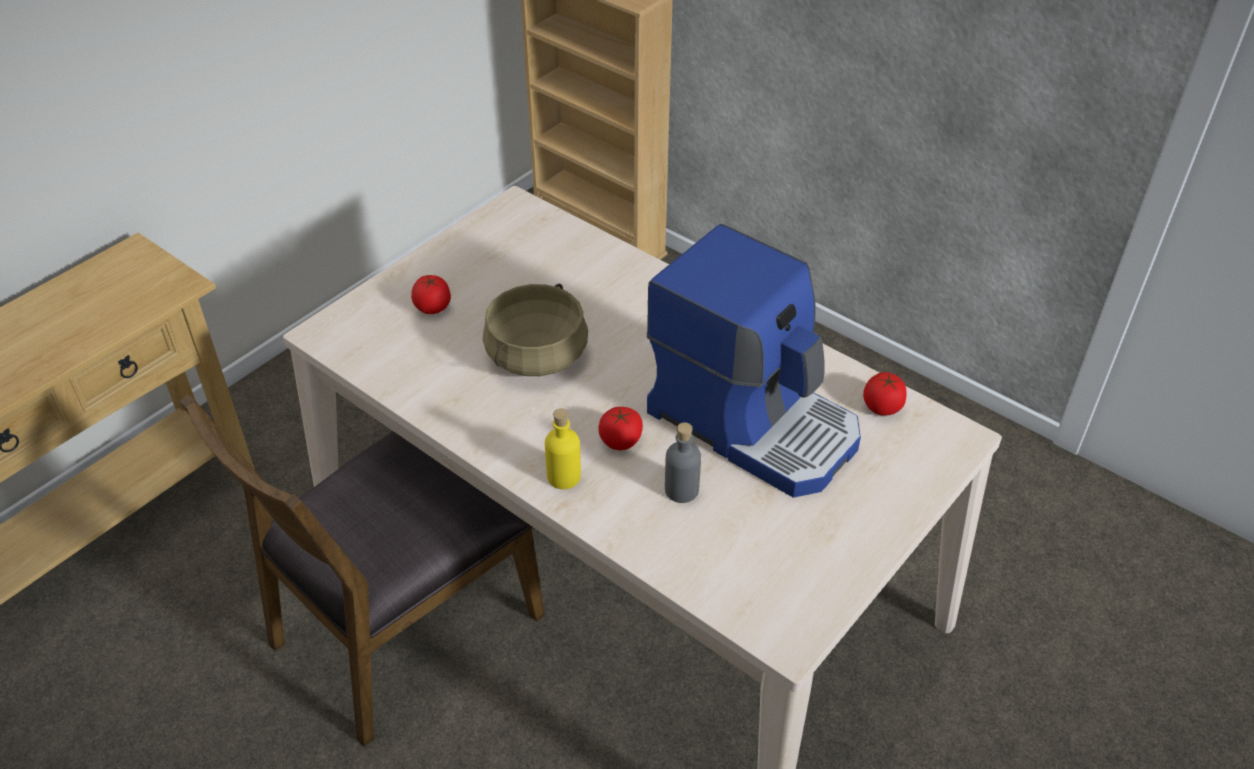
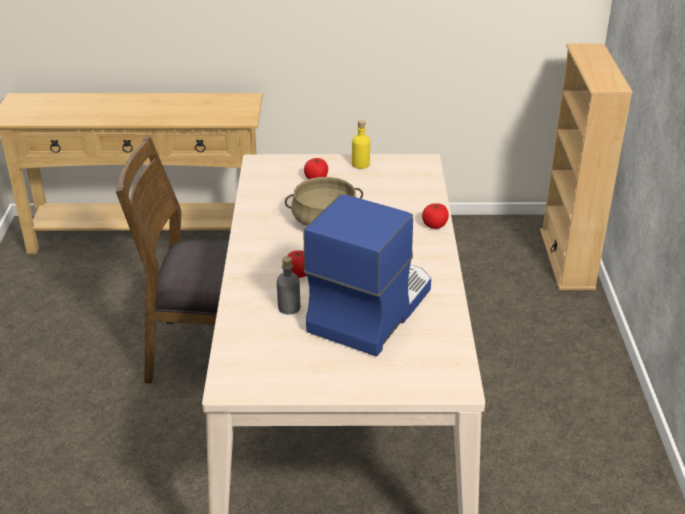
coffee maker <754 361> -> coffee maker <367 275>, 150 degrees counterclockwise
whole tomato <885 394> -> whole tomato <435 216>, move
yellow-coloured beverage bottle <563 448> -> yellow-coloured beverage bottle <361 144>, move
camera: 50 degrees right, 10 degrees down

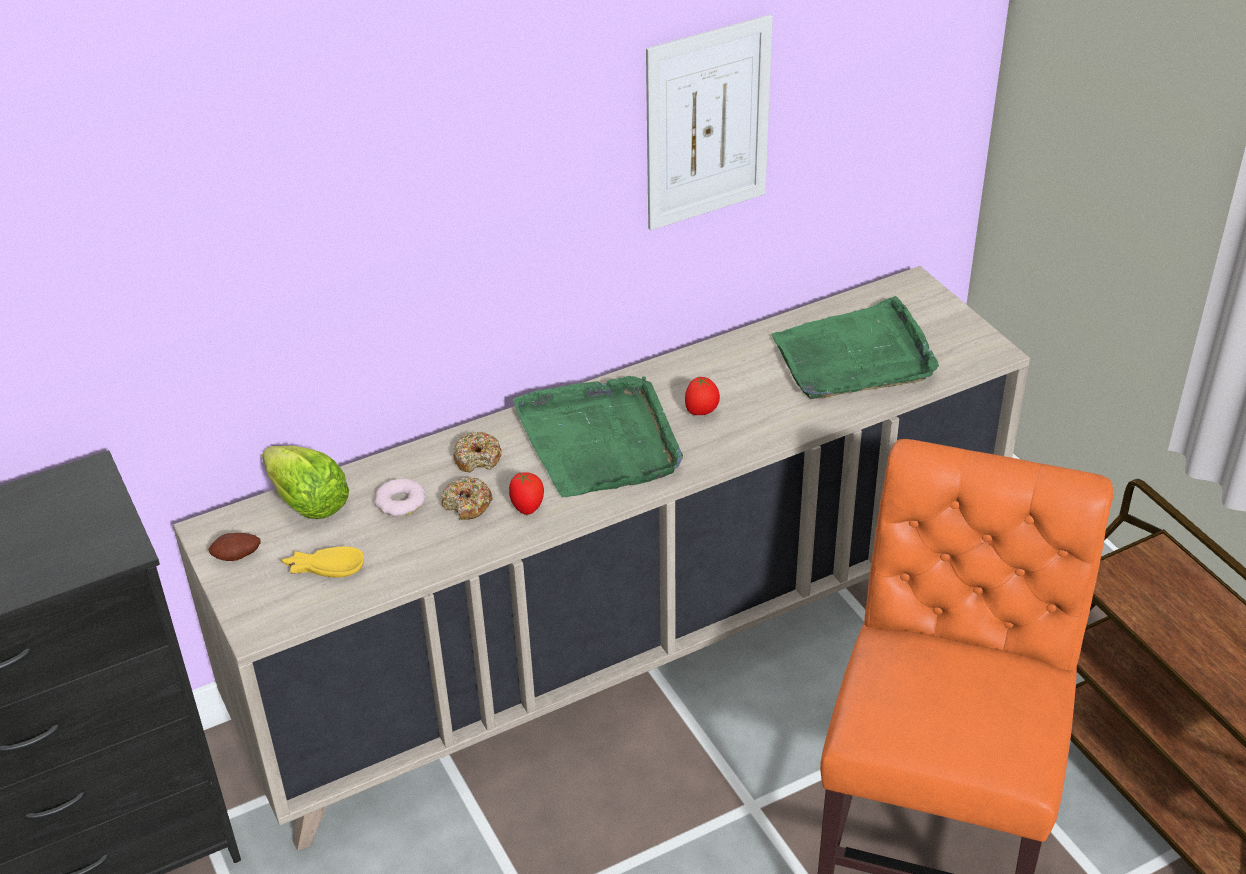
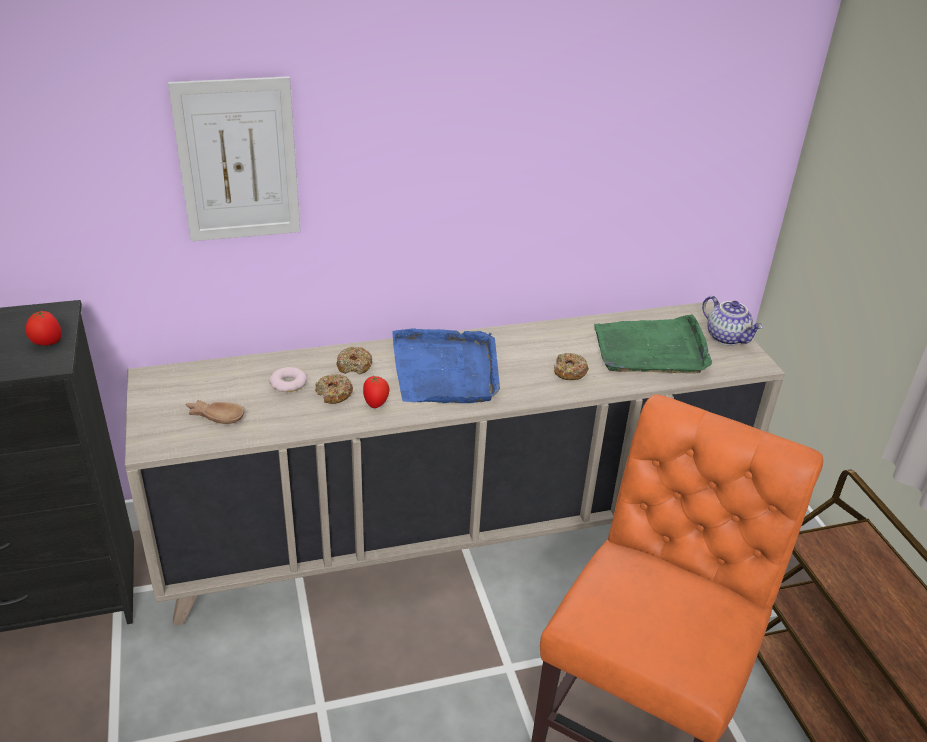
wall picture <709 122> -> wall picture <234 158>, move
green carrying tray <598 436> -> blue carrying tray <446 365>
whole tomato <702 396> -> whole tomato <43 328>, move
lettuce <305 482> -> none
spud <234 547> -> none
yellow-coloured serving bowl <322 562> -> brown-coloured serving bowl <215 412>
none -> tea pot <732 320>
none -> doughnut <571 366>
camera: 10 degrees right, 5 degrees down

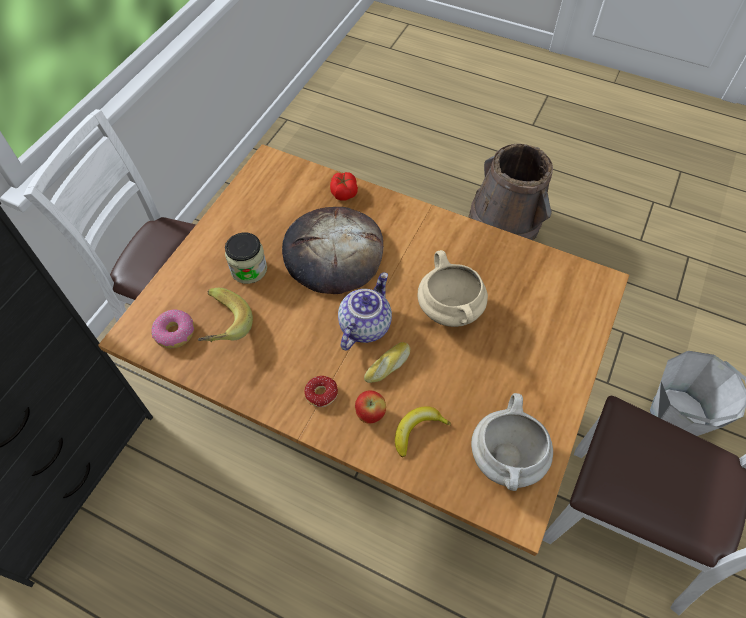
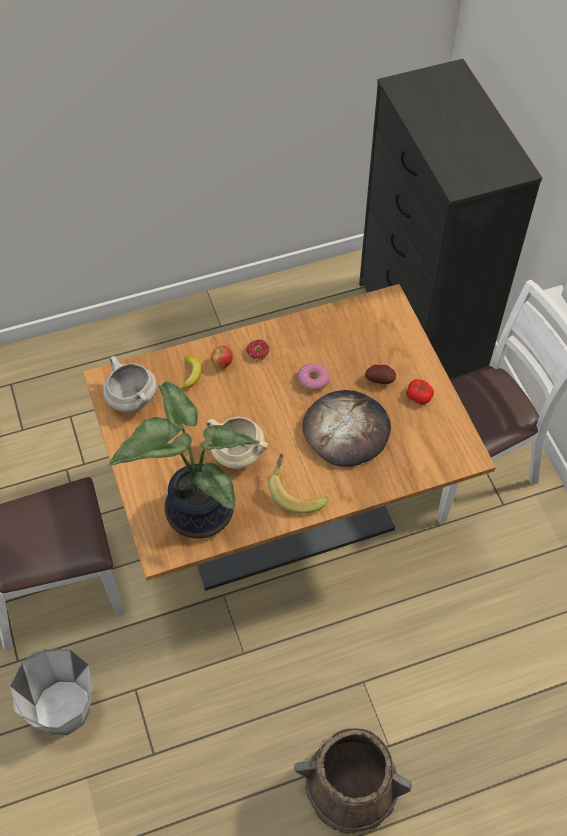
whole tomato <344 186> -> whole tomato <420 391>, move
preserve jar <246 258> -> spud <380 374>
tea pot <365 311> -> none
whole banana <225 315> -> whole banana <298 484>, move
doughnut <172 329> -> doughnut <313 377>, move
baked bread <387 362> -> none
none -> potted plant <184 460>
camera: 135 degrees right, 0 degrees up

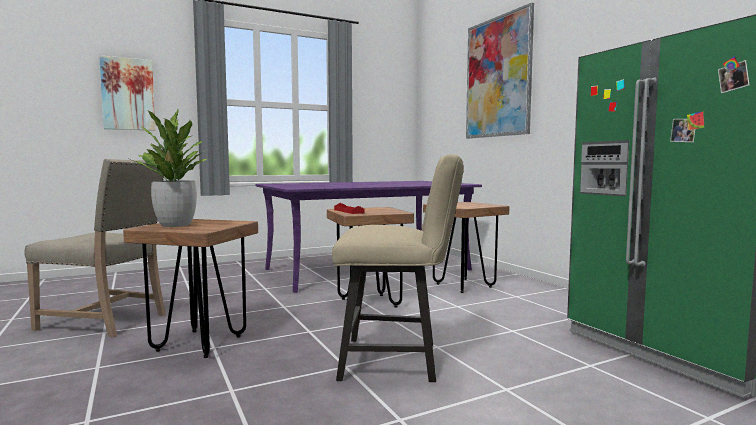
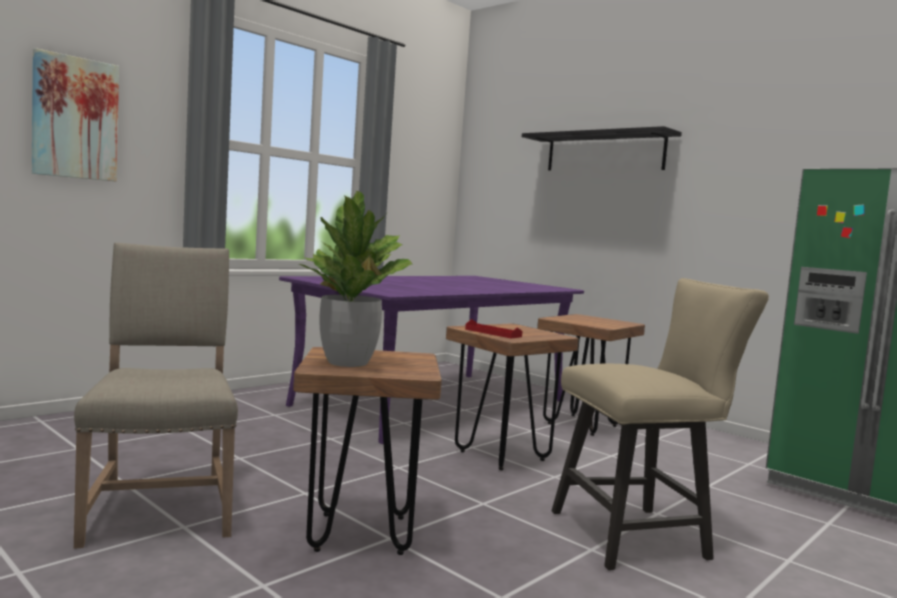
wall picture <500 71> -> black shelf <602 148>
beige plain chair <95 248> -> beige plain chair <156 395>, 105 degrees counterclockwise
camera: 20 degrees left, 0 degrees up

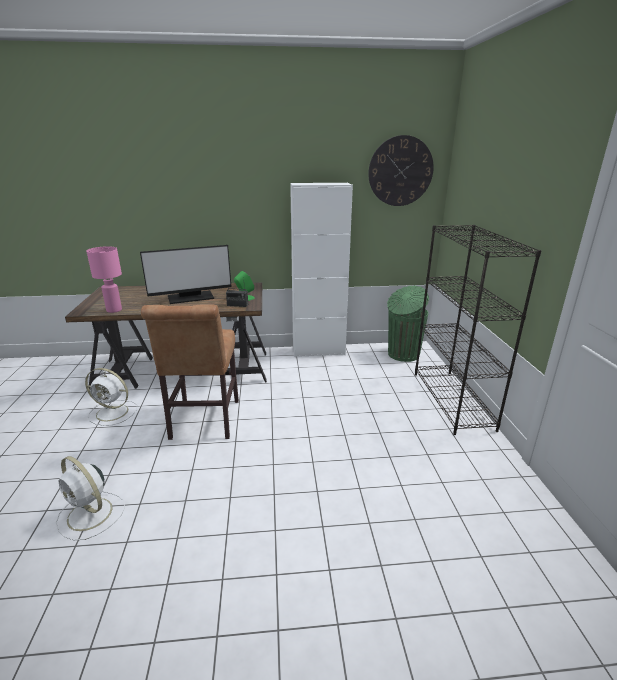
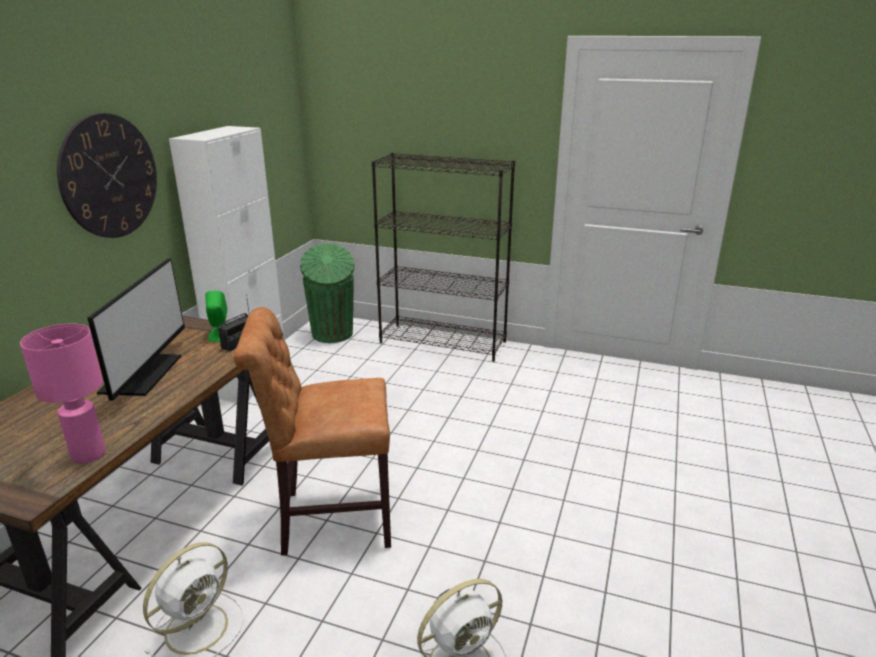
clock on the wall <401 170> -> clock on the wall <107 175>, move
brown-coloured plain chair <190 372> -> brown-coloured plain chair <312 431>, 150 degrees clockwise
camera: 65 degrees left, 0 degrees up

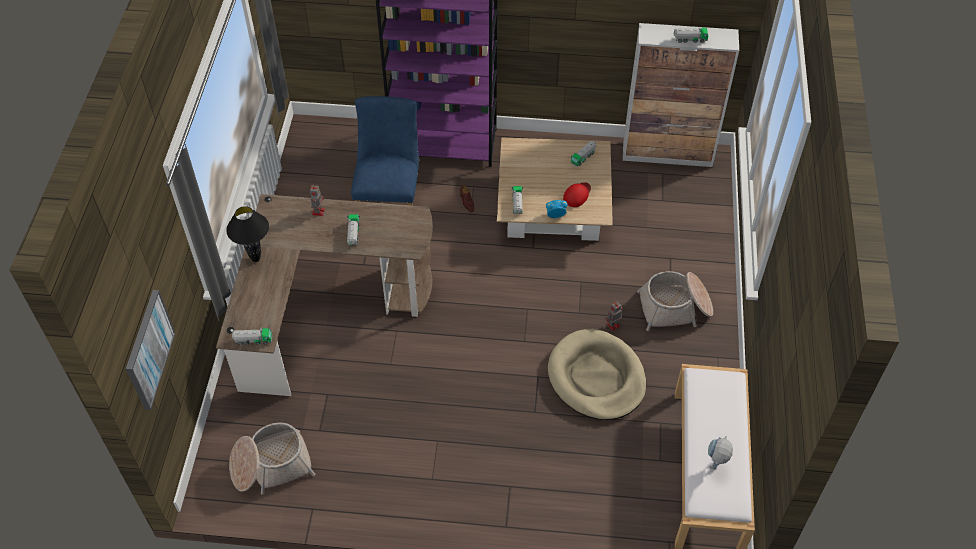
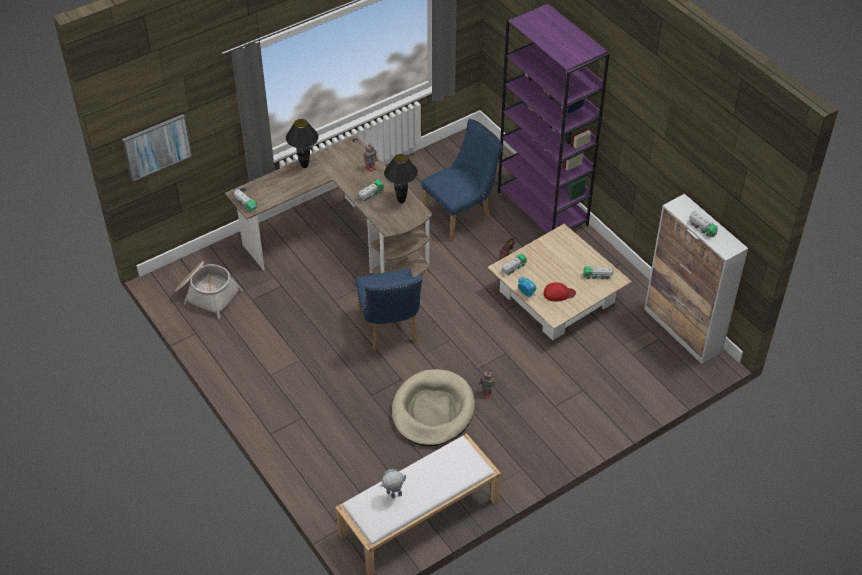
household basket <675 301> -> none
none -> black table lamp <401 178>
none -> blue plain chair <389 310>
camera: 50 degrees right, 5 degrees down

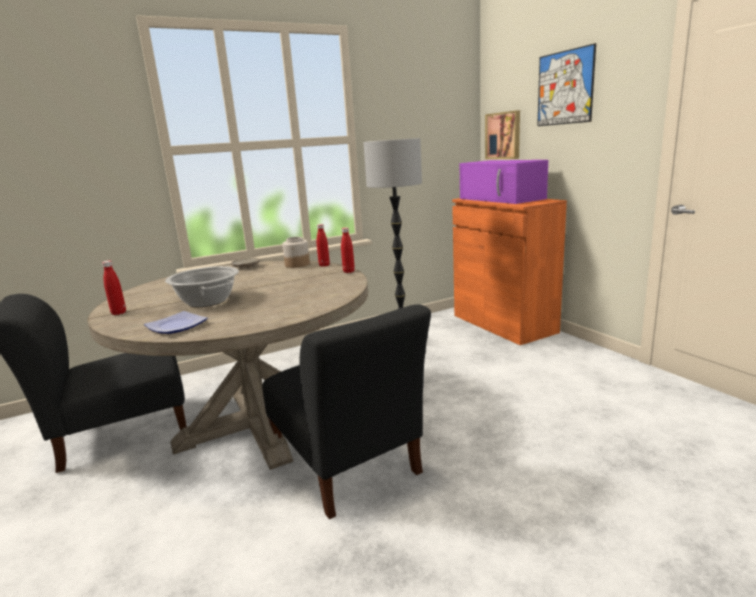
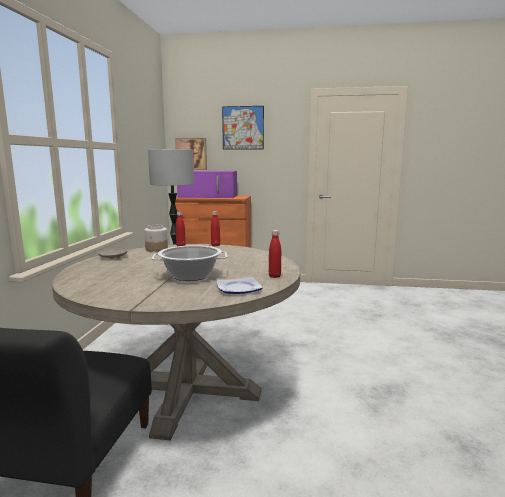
reddish beverage bottle <114 288> -> reddish beverage bottle <275 254>, move
black plain chair <346 411> -> none
camera: 55 degrees left, 5 degrees down

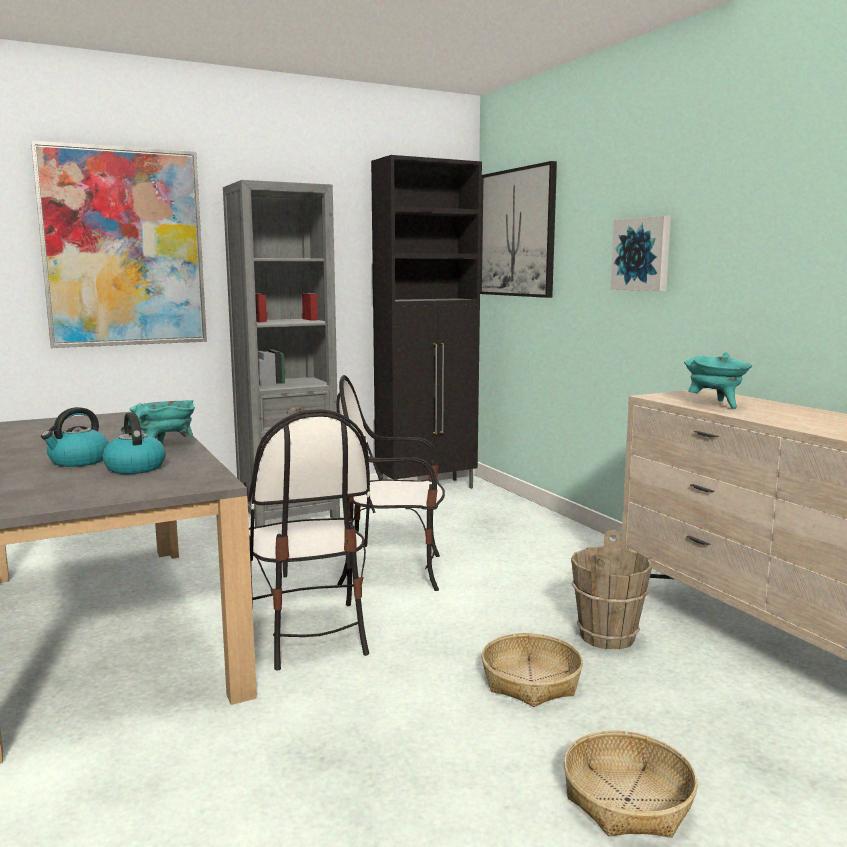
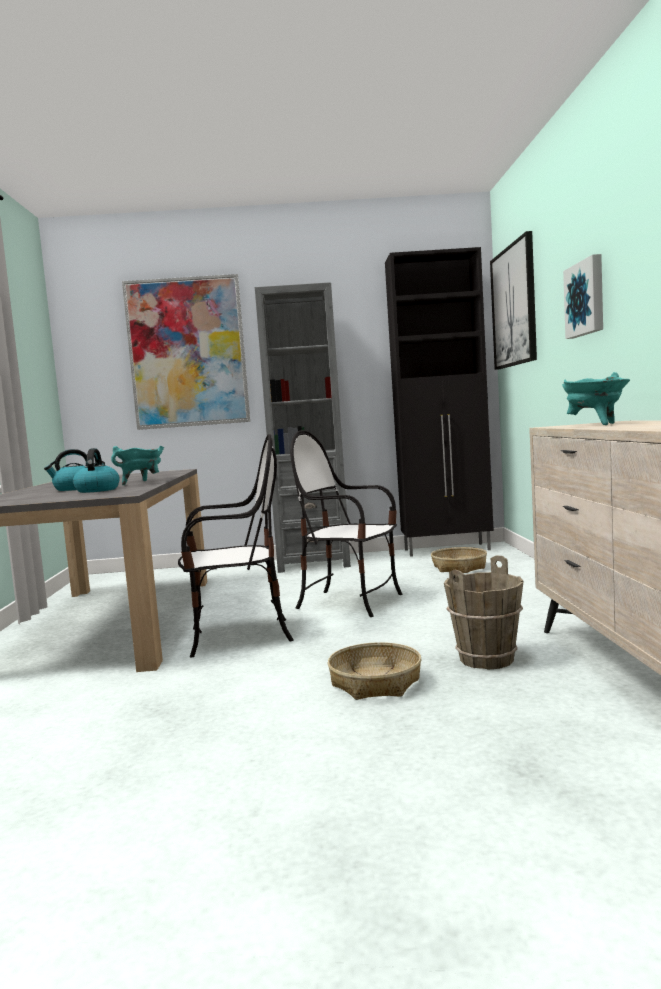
plain chair <307 540> -> plain chair <236 546>, 105 degrees counterclockwise
household basket <630 784> -> household basket <459 560>, move
camera: 25 degrees right, 5 degrees down

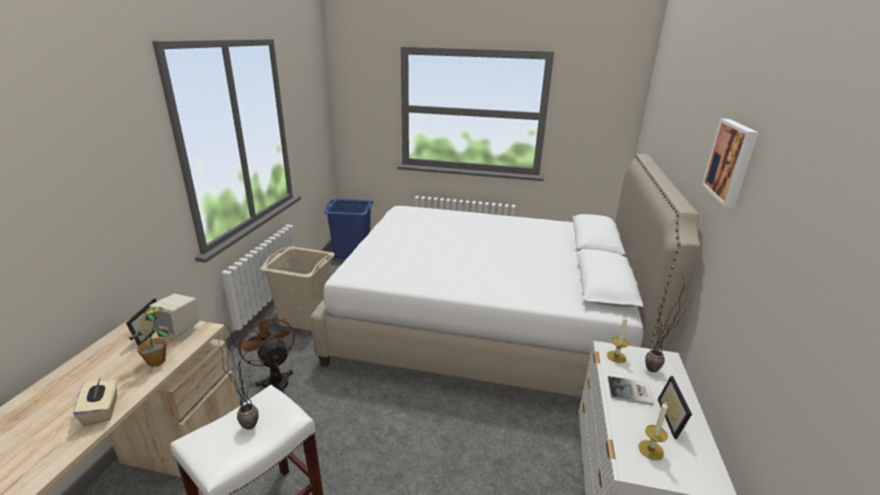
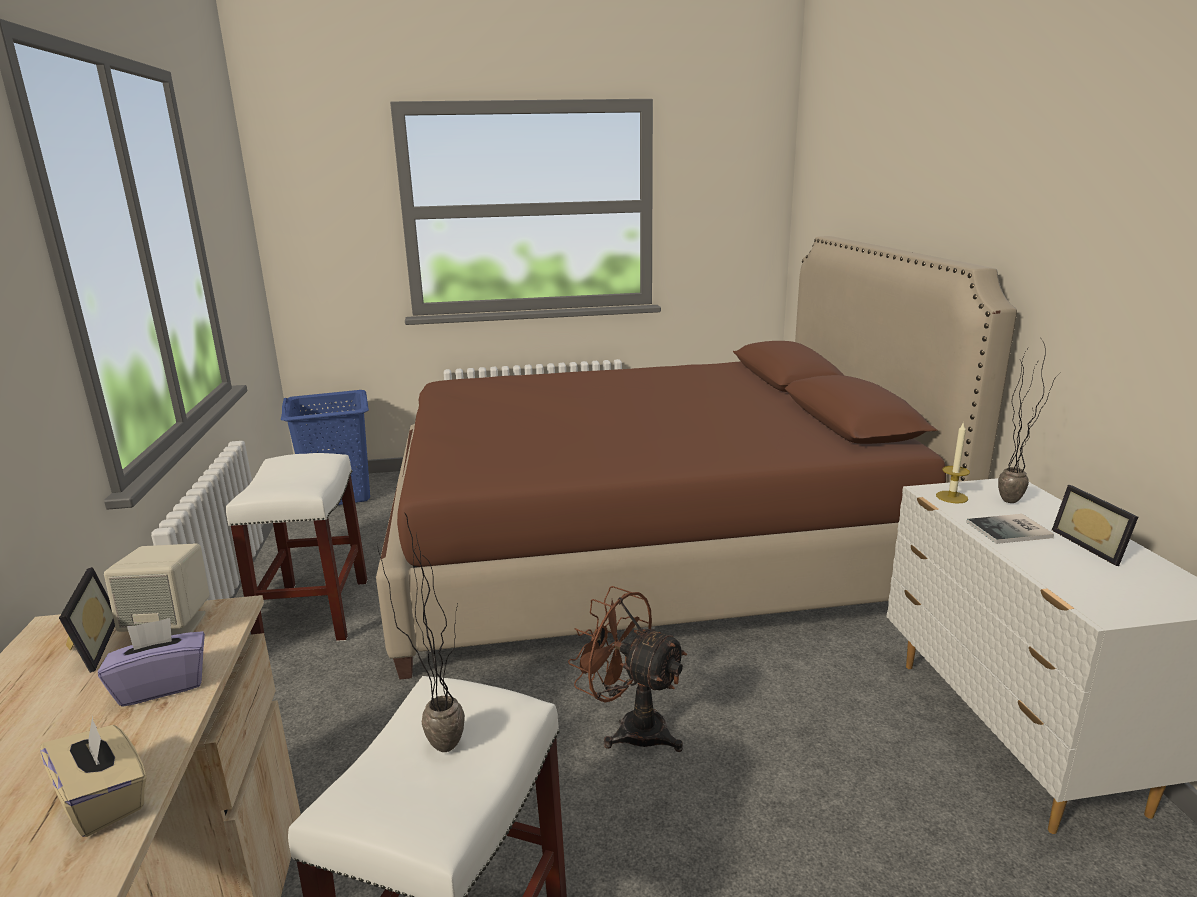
wall picture <730 163> -> none
white-coloured bedroom bed <505 276> -> brown-coloured bedroom bed <696 458>
beige laundry basket <297 288> -> white-coloured stool seat <297 547>
potted plant <148 337> -> purple tissue holder <151 662>
brown-coloured cooling fan <266 354> -> brown-coloured cooling fan <627 669>, move
candle <653 430> -> none
camera: 20 degrees left, 5 degrees down

